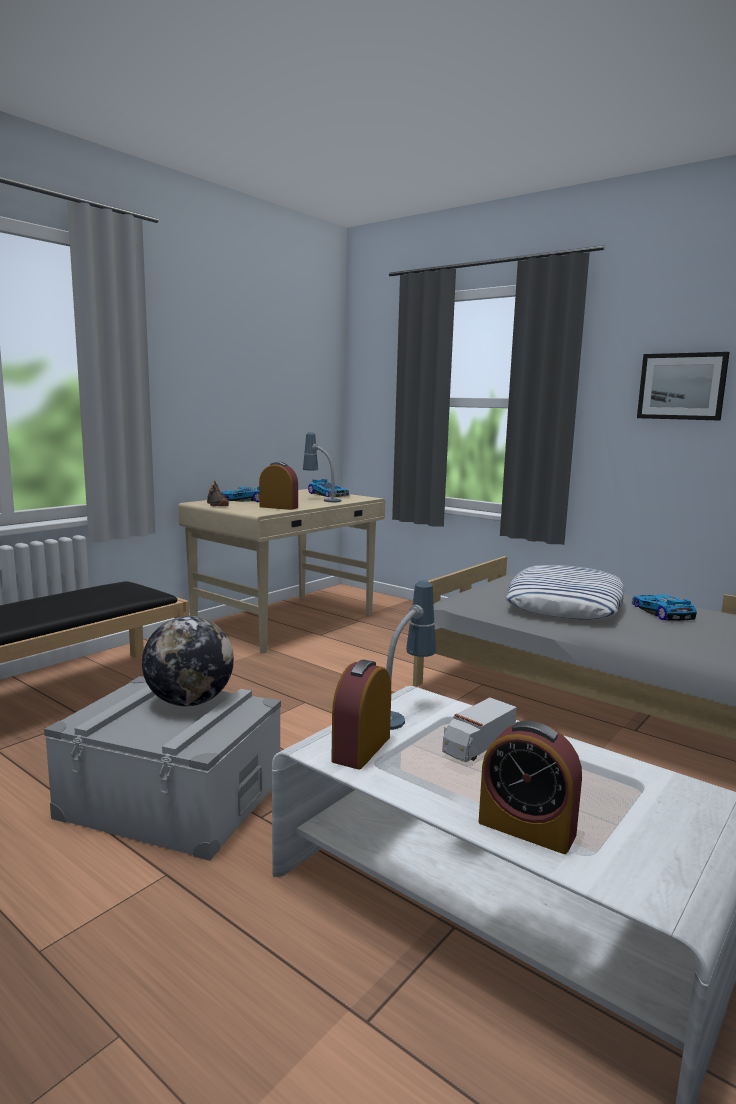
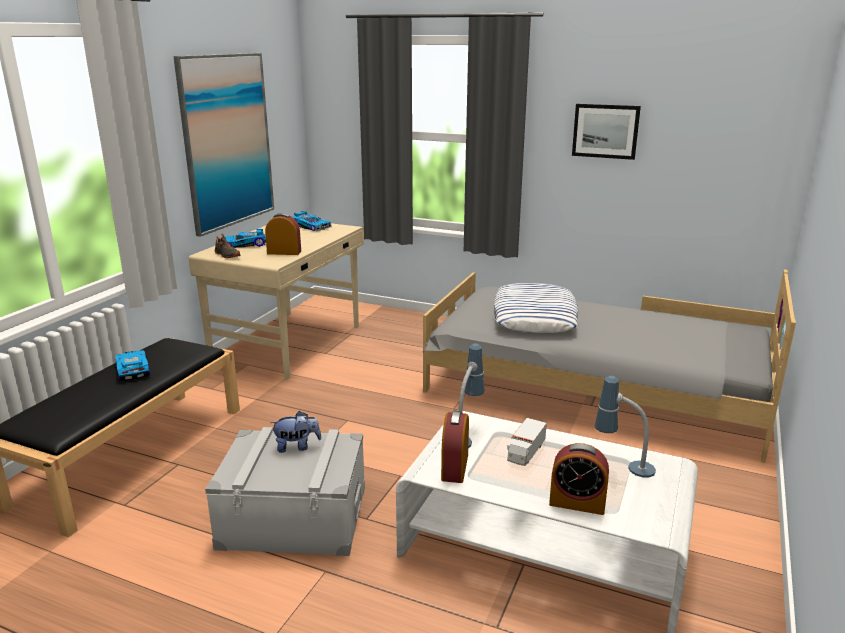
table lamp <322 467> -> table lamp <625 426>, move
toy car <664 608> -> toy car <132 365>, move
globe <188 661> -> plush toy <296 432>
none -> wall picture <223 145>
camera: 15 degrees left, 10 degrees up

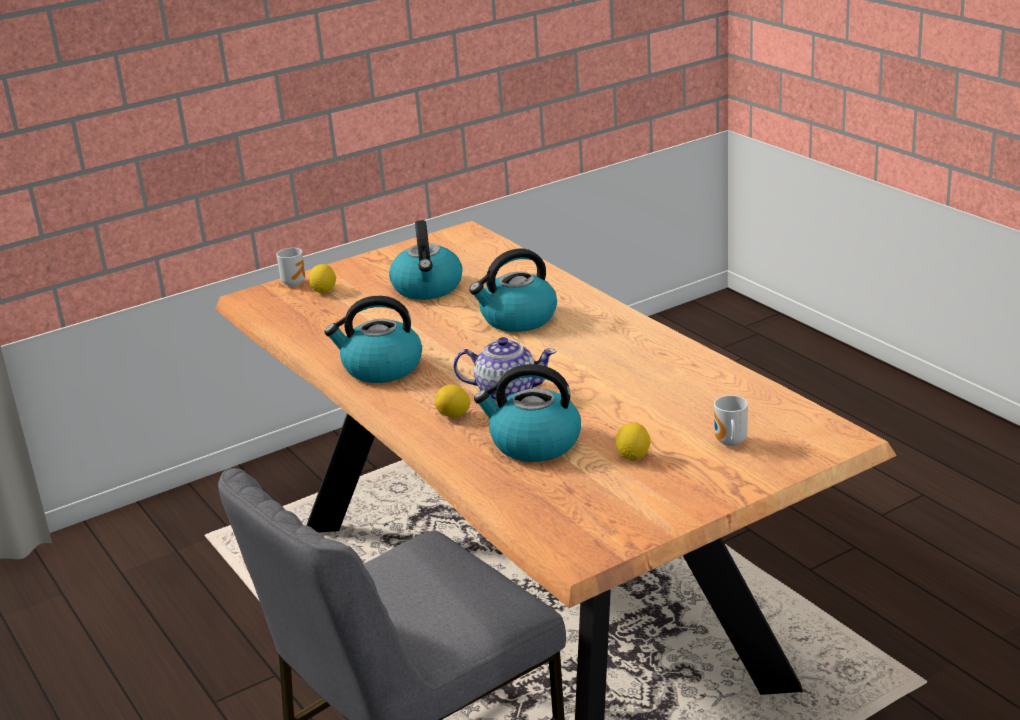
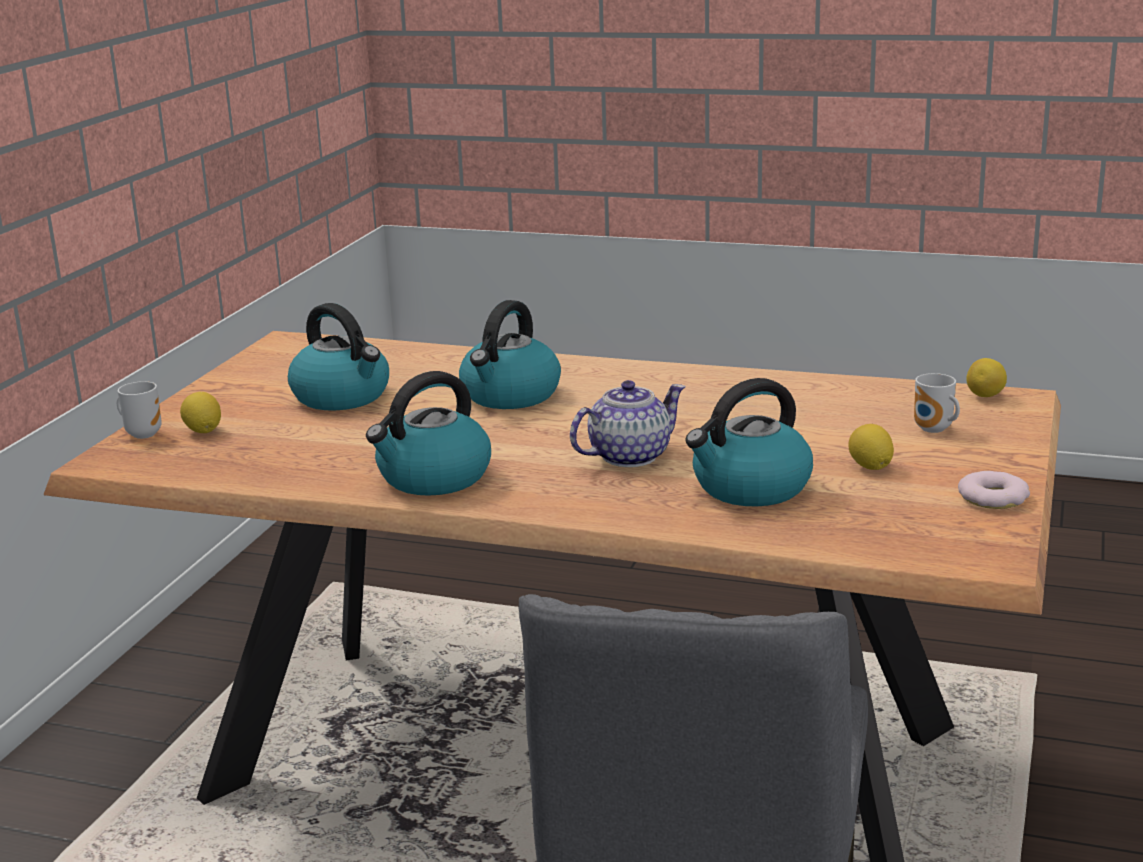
whole lemon <453 401> -> whole lemon <986 377>, move
none -> doughnut <994 490>
camera: 40 degrees left, 5 degrees down

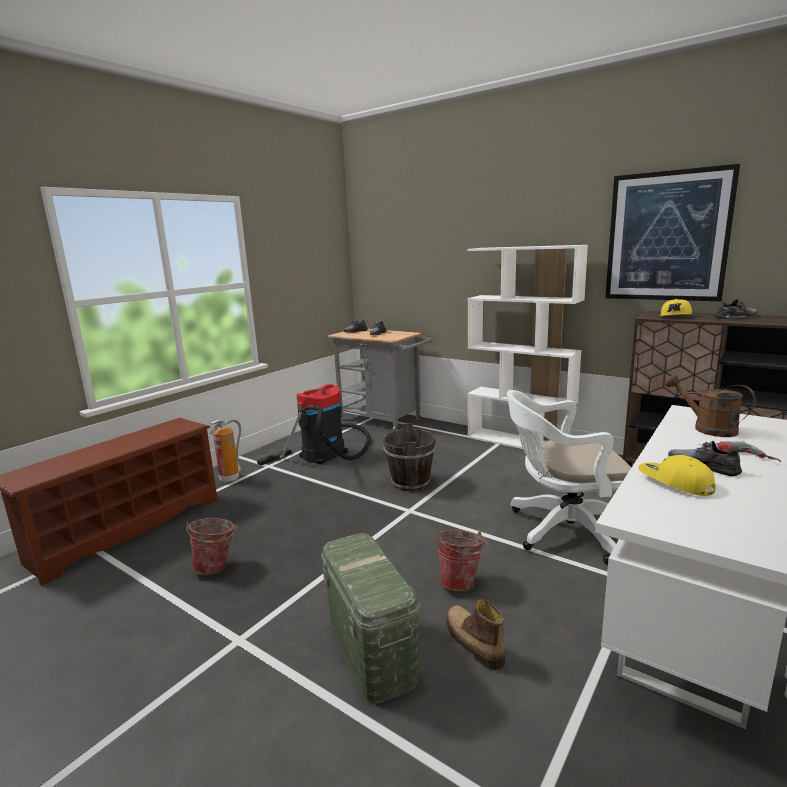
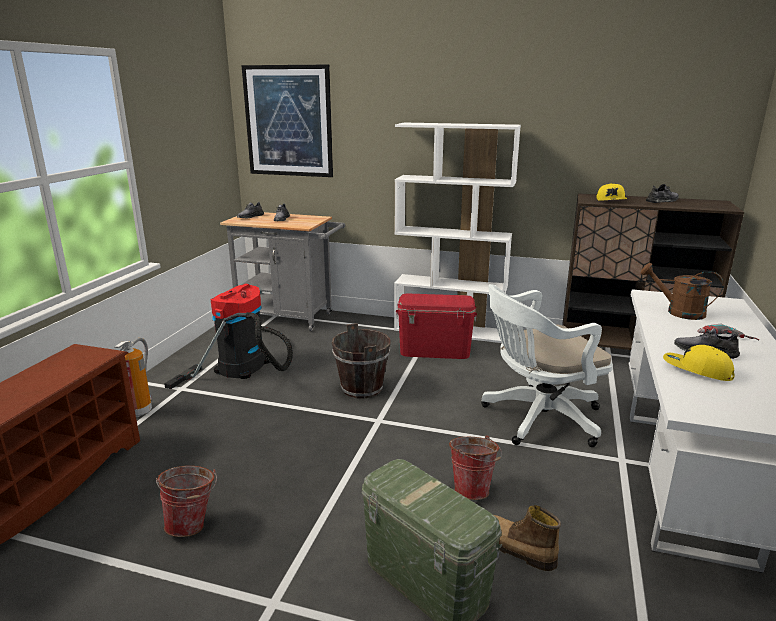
wall picture <672 232> -> wall picture <287 121>, move
none -> reddish storage box <436 326>
camera: 20 degrees left, 5 degrees up

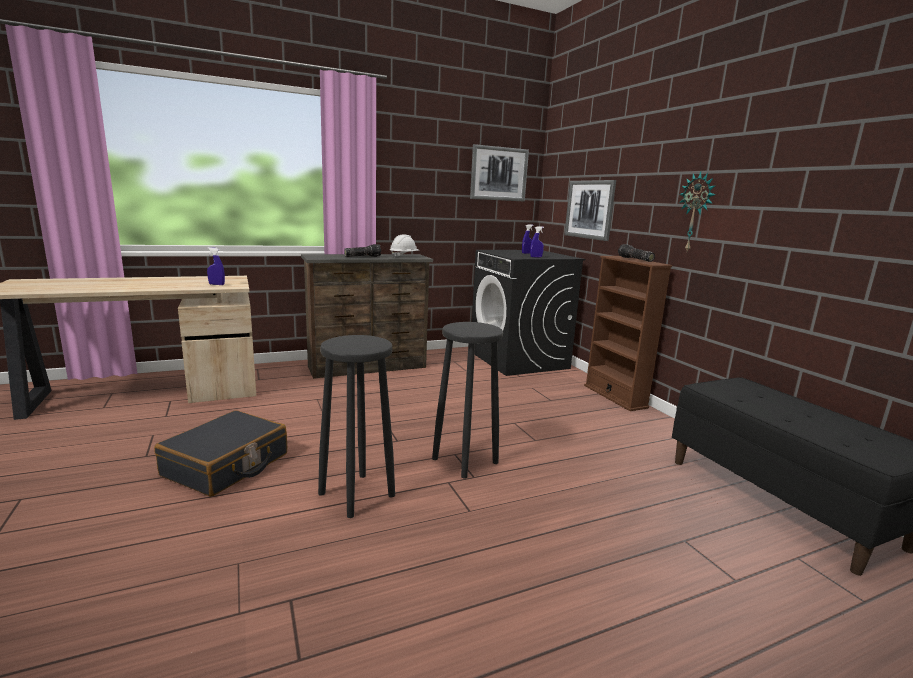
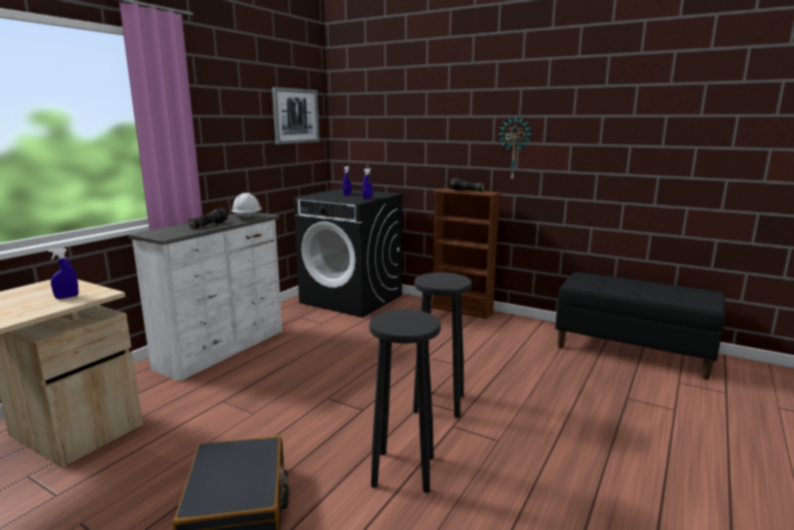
wall picture <590 210> -> none
brown-coloured dresser <367 316> -> white-coloured dresser <205 296>
camera: 35 degrees left, 0 degrees up

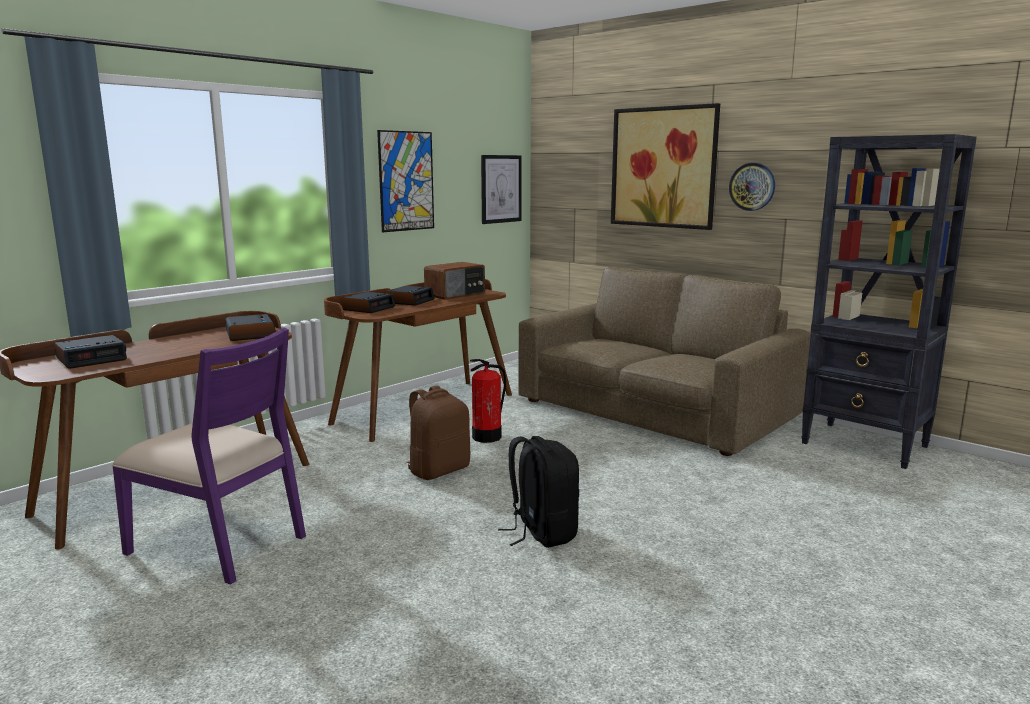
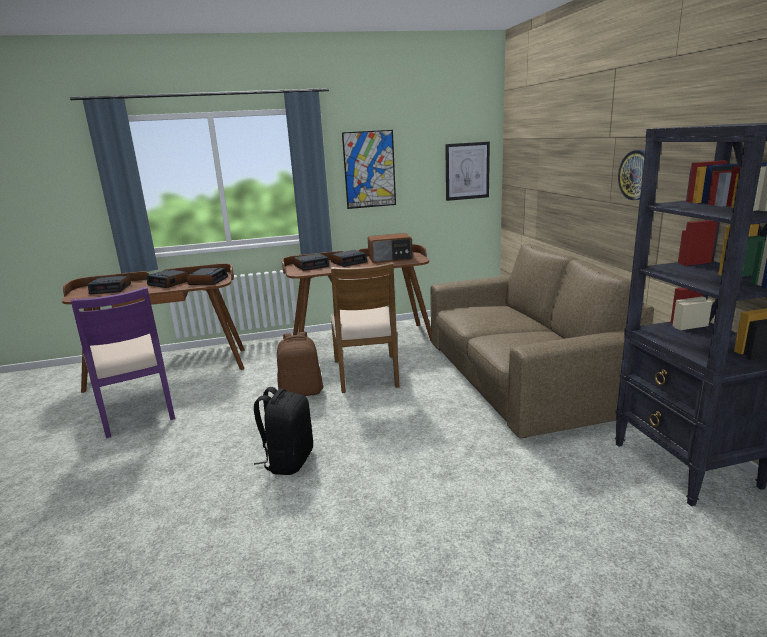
wall picture <665 166> -> none
fire-fighting cylinder <488 401> -> brown-coloured plain chair <364 327>
none -> bedside clock <168 278>
camera: 35 degrees right, 5 degrees up

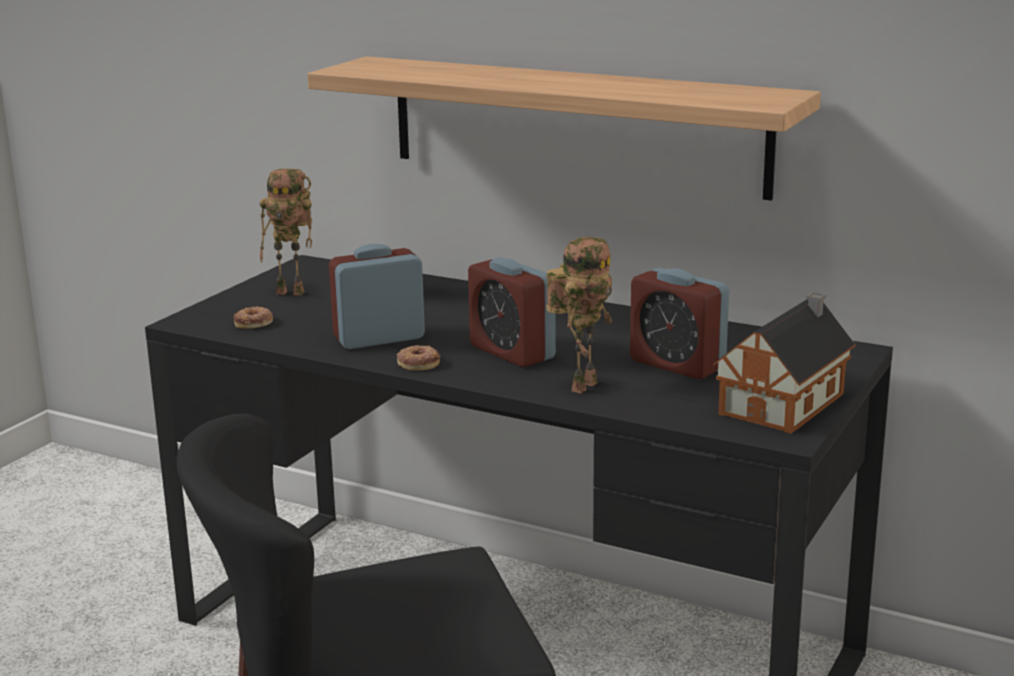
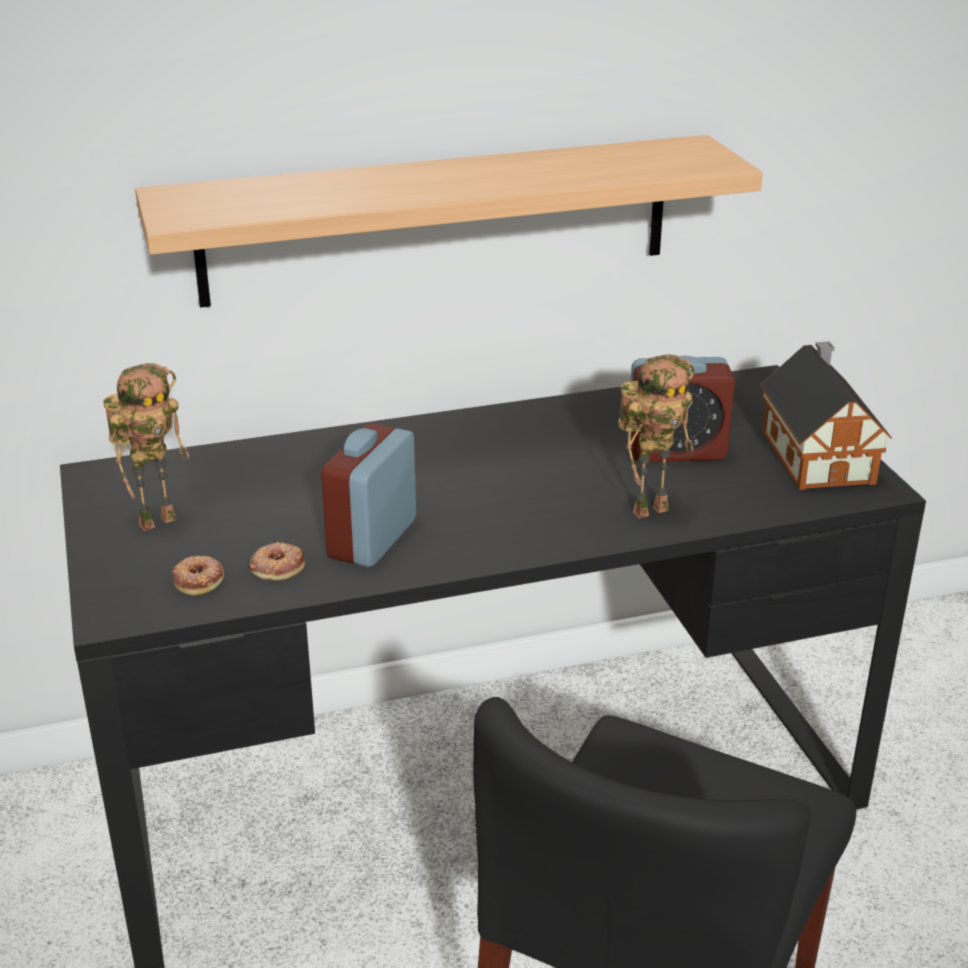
model robot <579 315> -> model robot <656 436>, 75 degrees clockwise
bedside clock <512 312> -> none
doughnut <418 357> -> doughnut <277 561>, move
camera: 45 degrees left, 10 degrees up

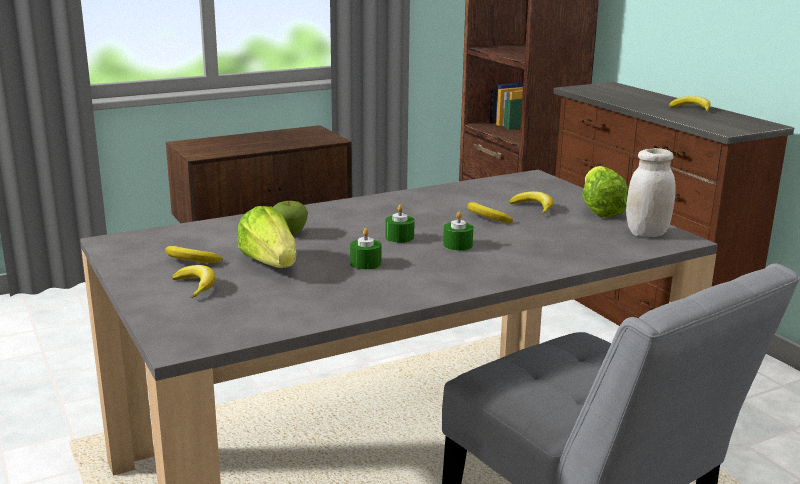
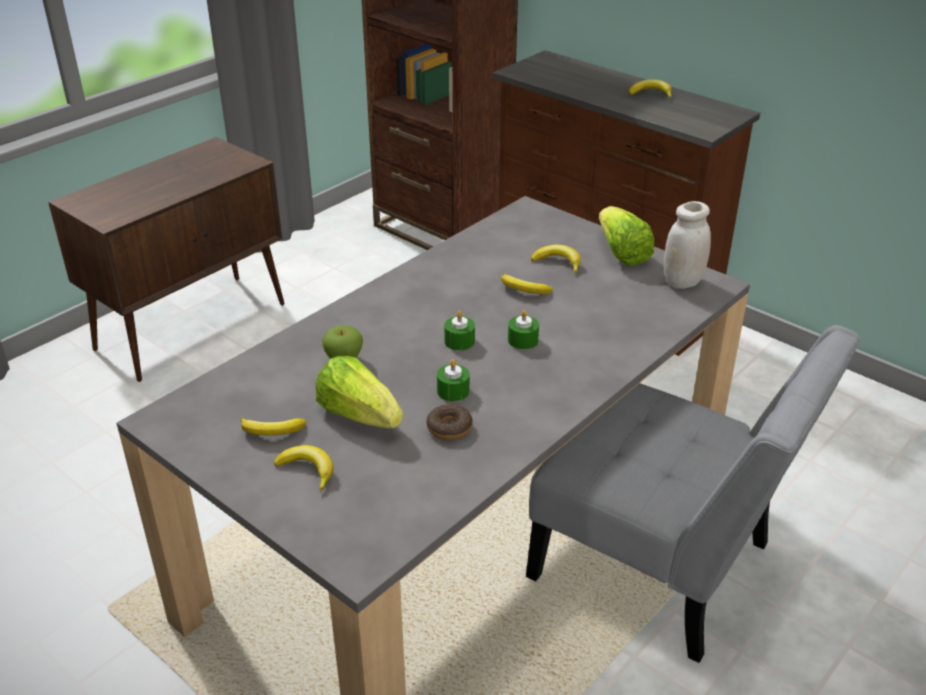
none -> doughnut <449 422>
camera: 20 degrees left, 15 degrees up

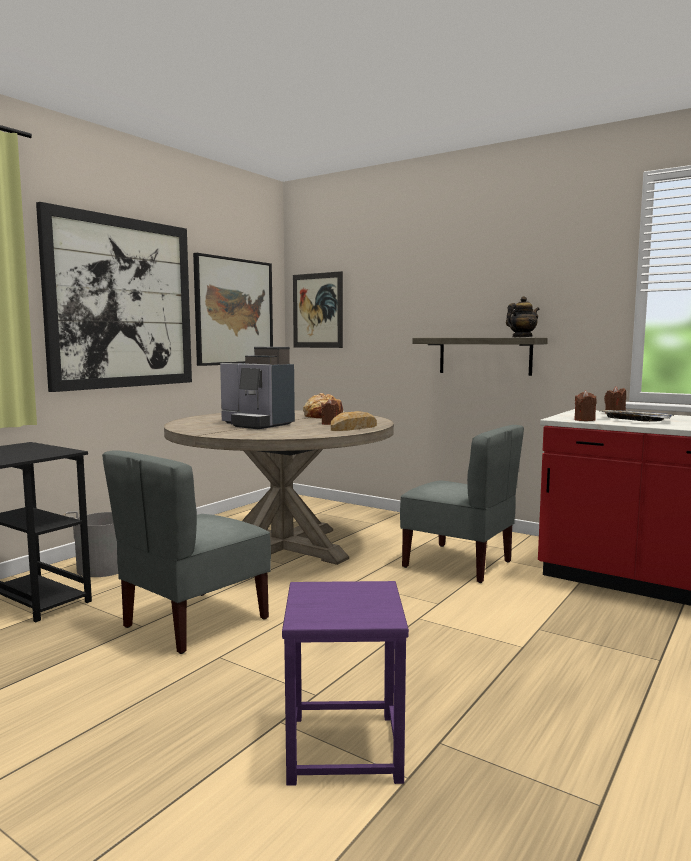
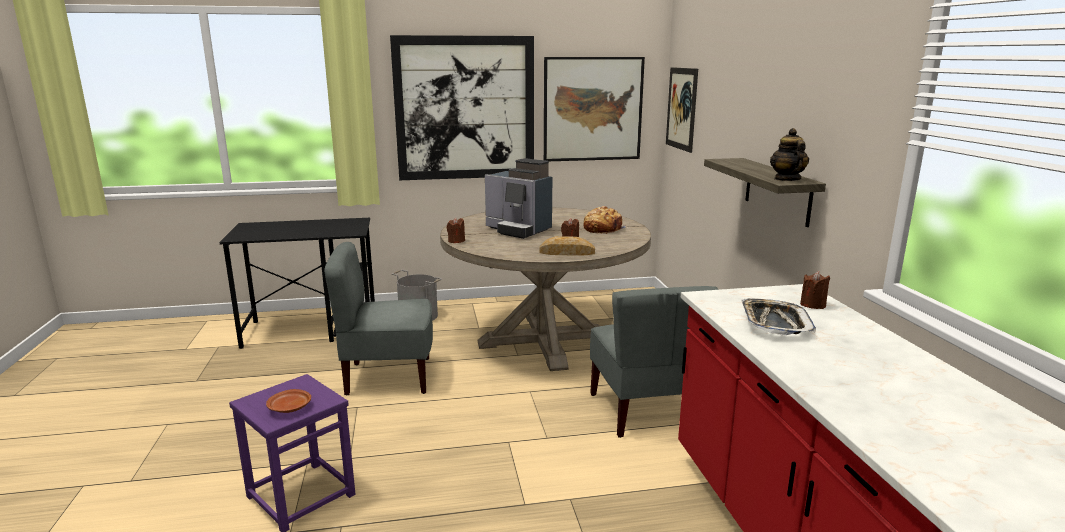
tea pot <523 316> -> tea pot <789 154>, 105 degrees counterclockwise
coffee maker <257 388> -> coffee maker <518 198>, 45 degrees counterclockwise
brown-coloured candle <585 406> -> brown-coloured candle <456 230>, move
none -> brown-coloured flat dish <288 401>
camera: 45 degrees right, 10 degrees up

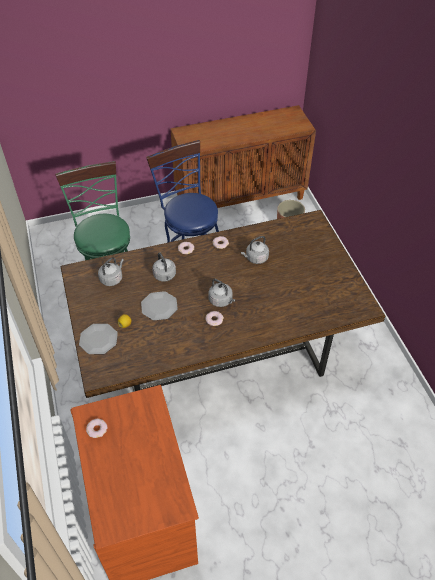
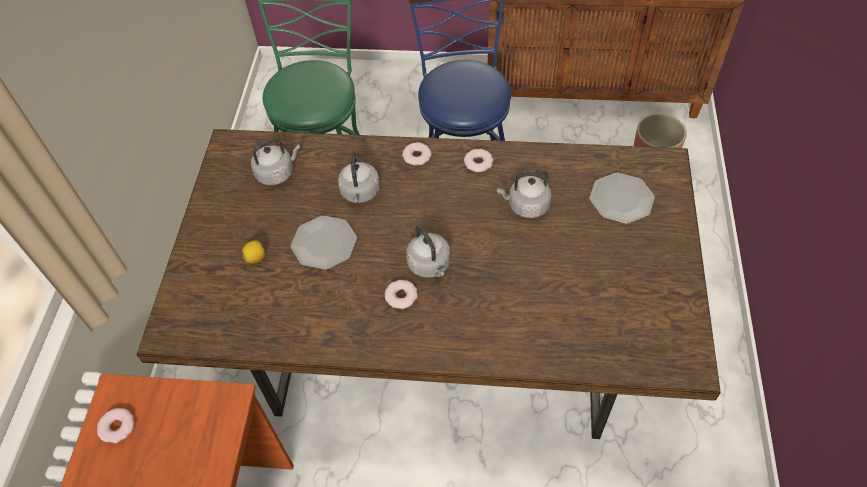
flat dish <98 339> -> flat dish <622 198>, move
camera: 25 degrees right, 5 degrees up

